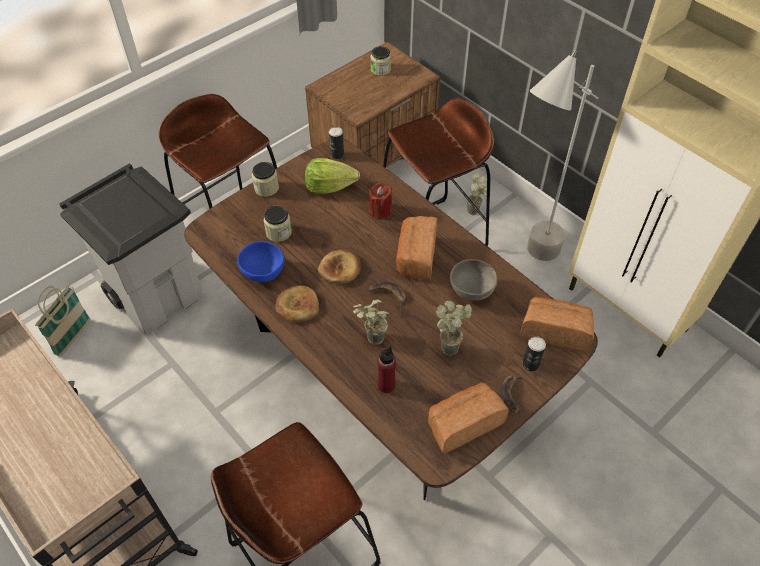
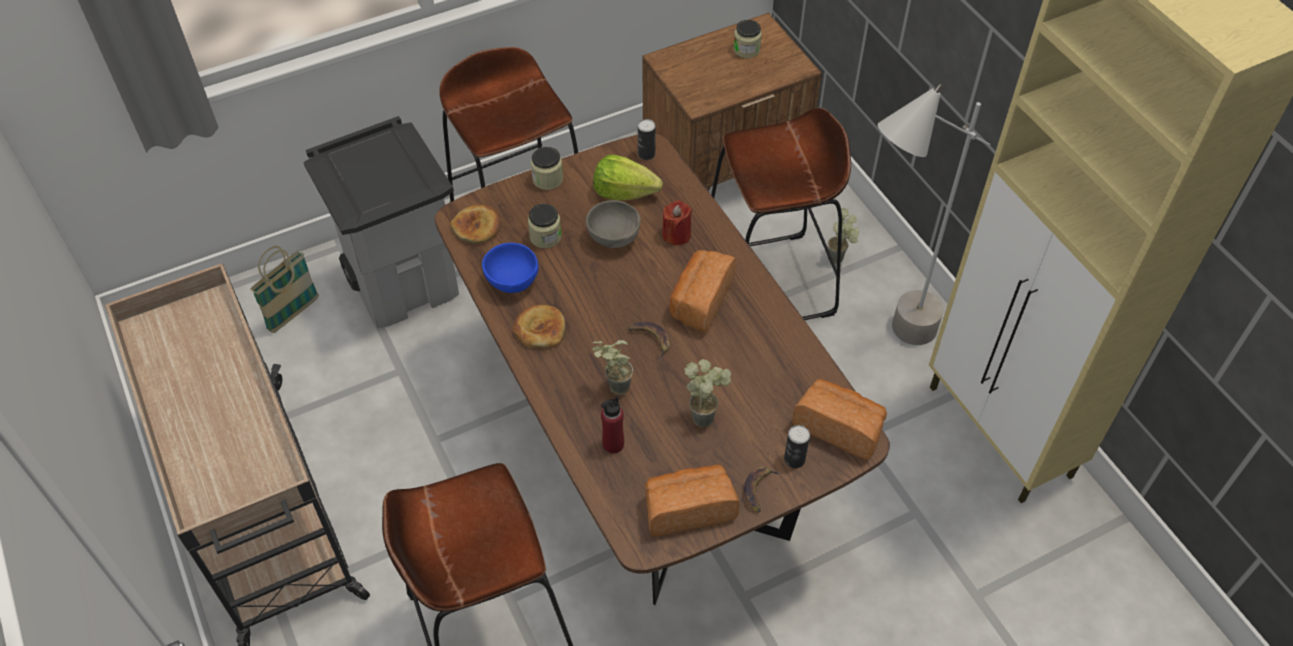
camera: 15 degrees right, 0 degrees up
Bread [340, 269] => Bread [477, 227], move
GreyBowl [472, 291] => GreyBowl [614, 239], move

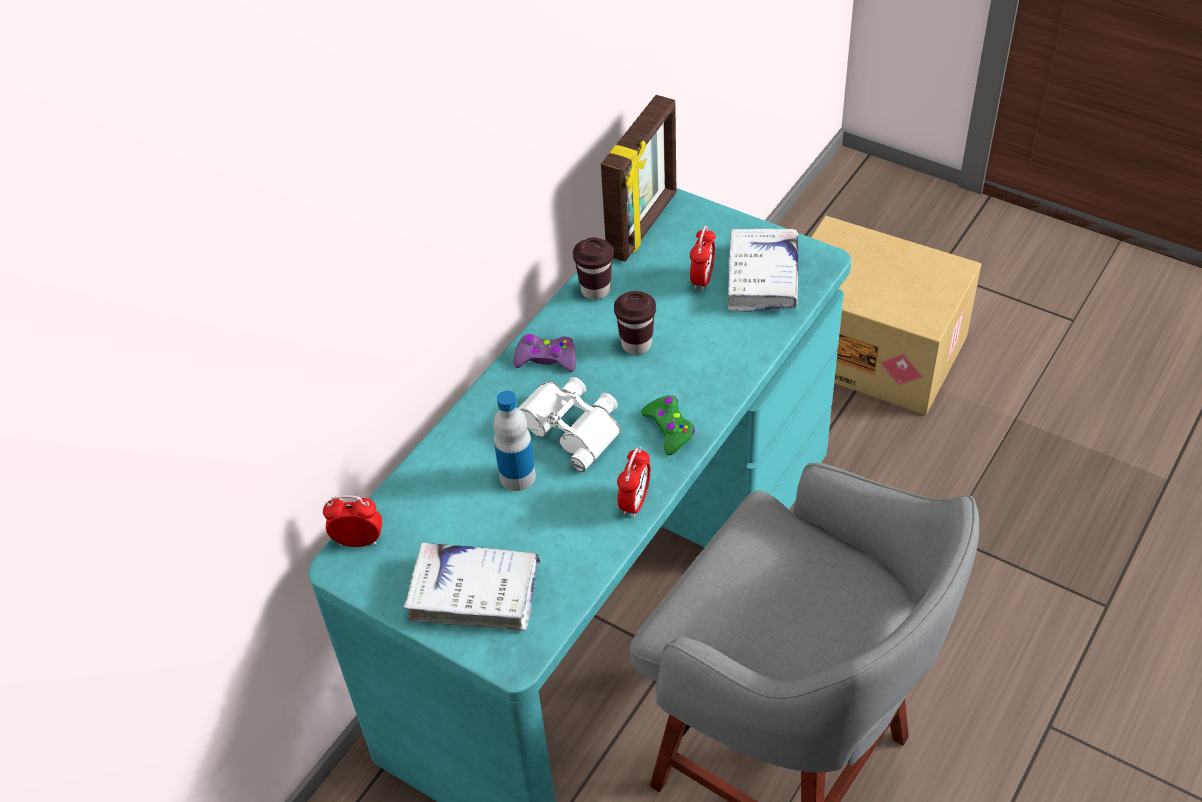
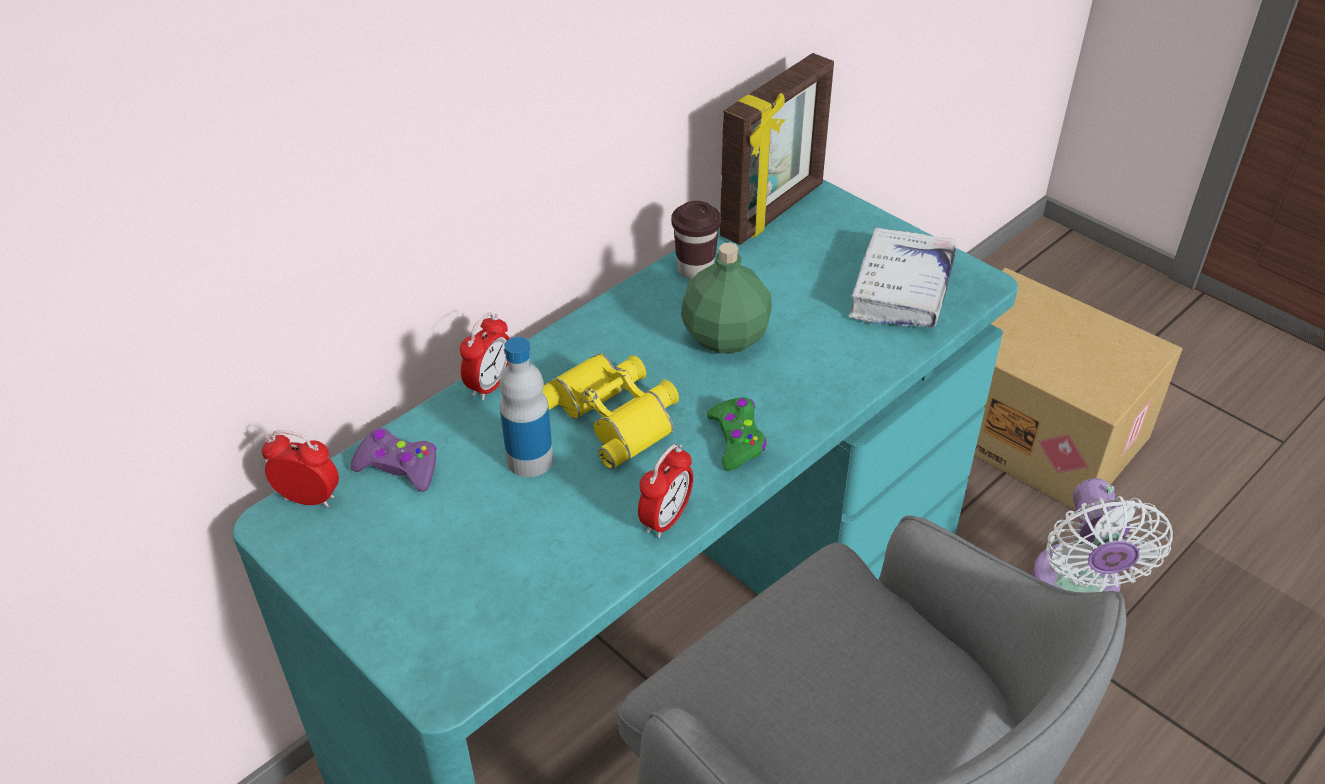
camera: 10 degrees right, 5 degrees down
PurpleGameController [546, 359] => PurpleGameController [398, 467], move
AlarmClock [702, 279] => AlarmClock [490, 385], move
WhiteBinoculars [570, 426] => YellowBinoculars [615, 413]
BrownCup [636, 344] => GreenBottle [725, 336]
nothing => WhiteFan [1078, 587]
WhiteBook [475, 593] => nothing

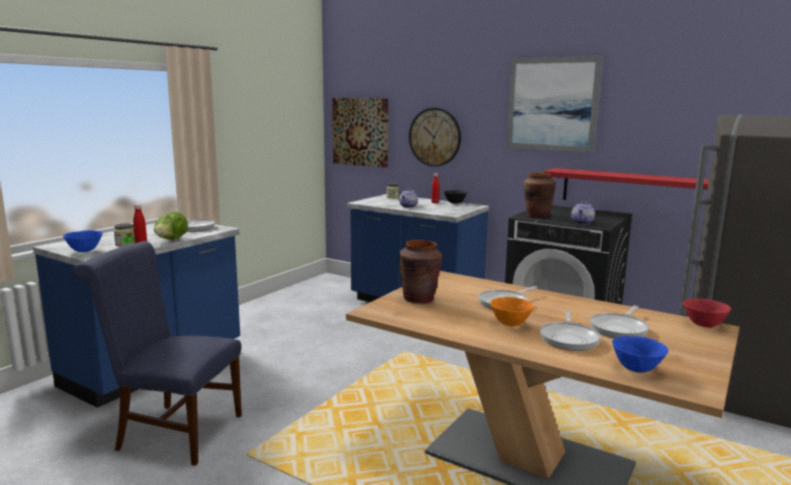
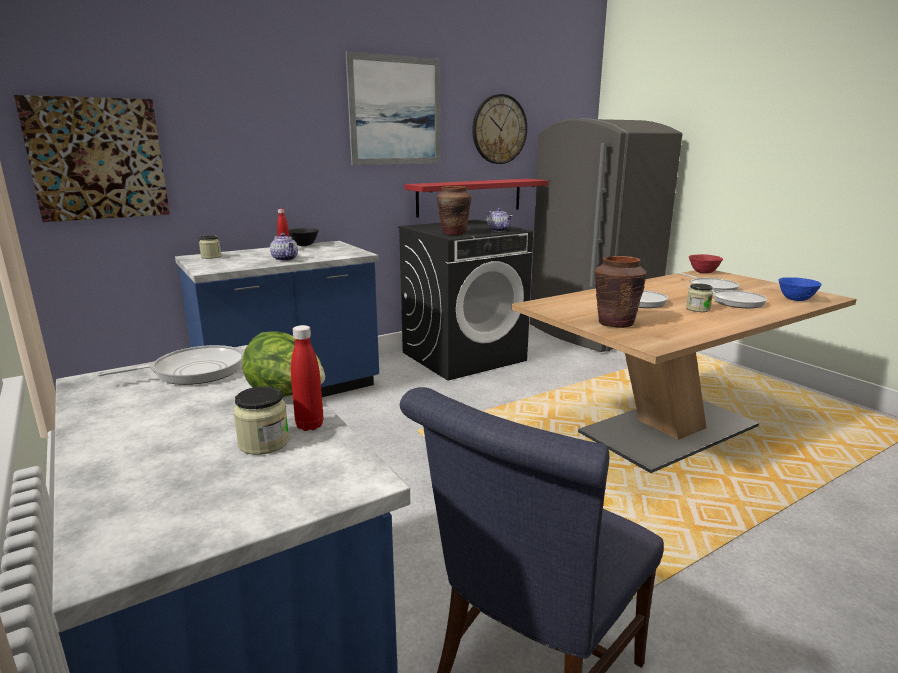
camera: 65 degrees left, 5 degrees up
WallClock [435, 137] => WallClock [499, 129], move
OrangeBowl [510, 324] => Jar [698, 309]
BlueBowl [85, 251] => nothing

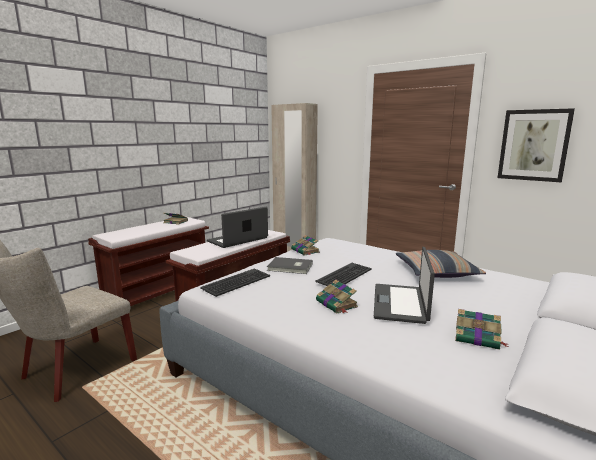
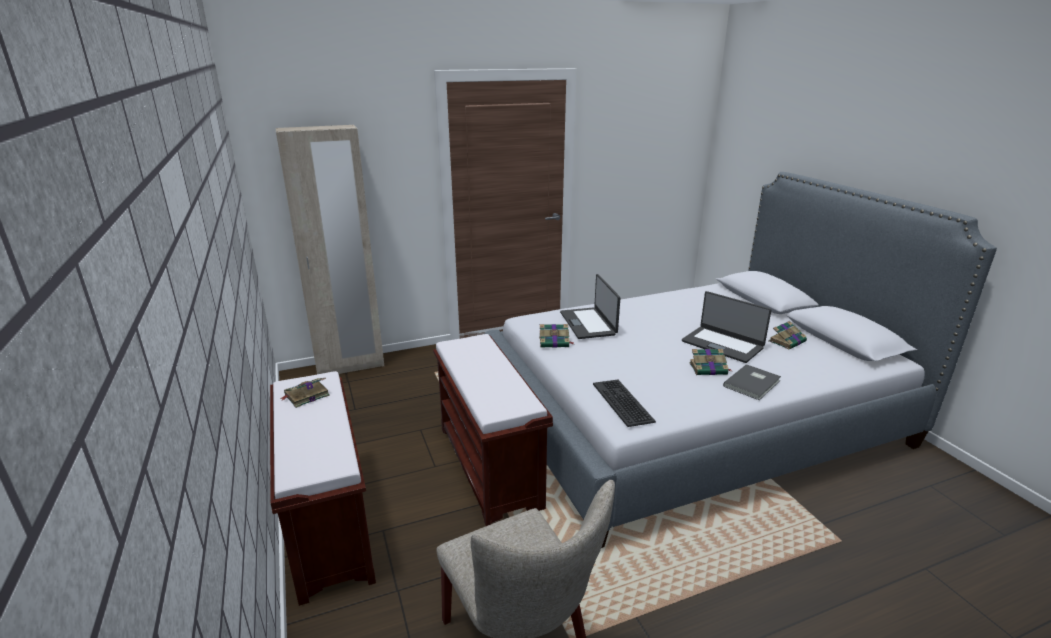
camera: 60 degrees left, 10 degrees up
Laptop [238, 240] => Laptop [588, 323], move
GreyBook [290, 267] => GreyBook [753, 383], move
Keyboard [345, 276] => nothing
Pillow [436, 272] => nothing
Picture [533, 145] => nothing

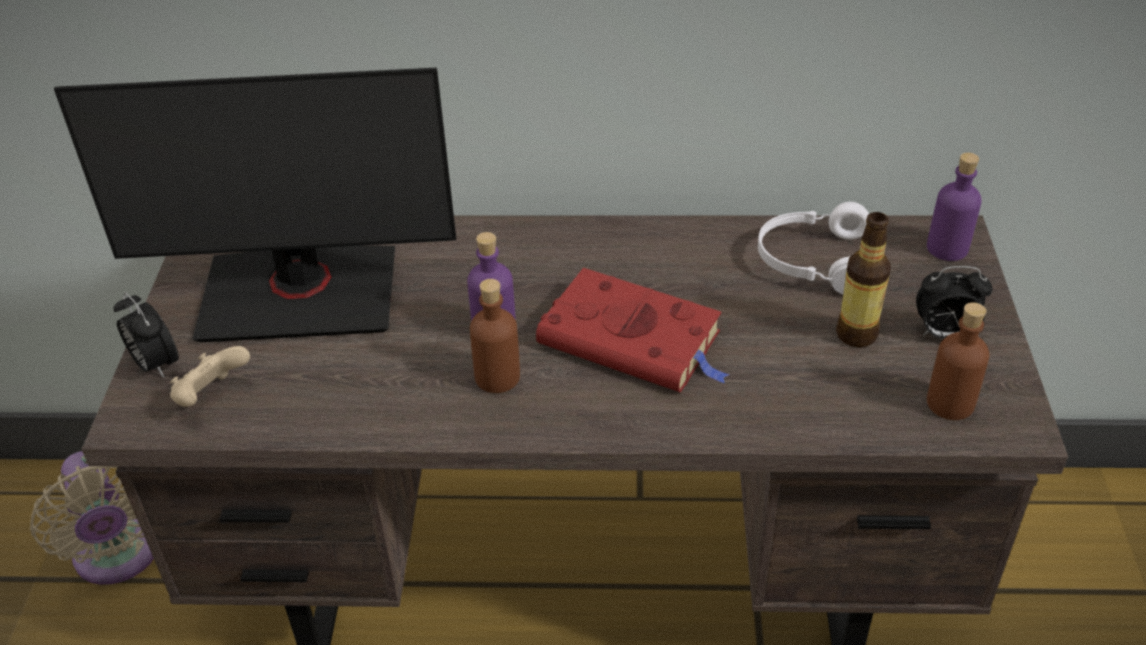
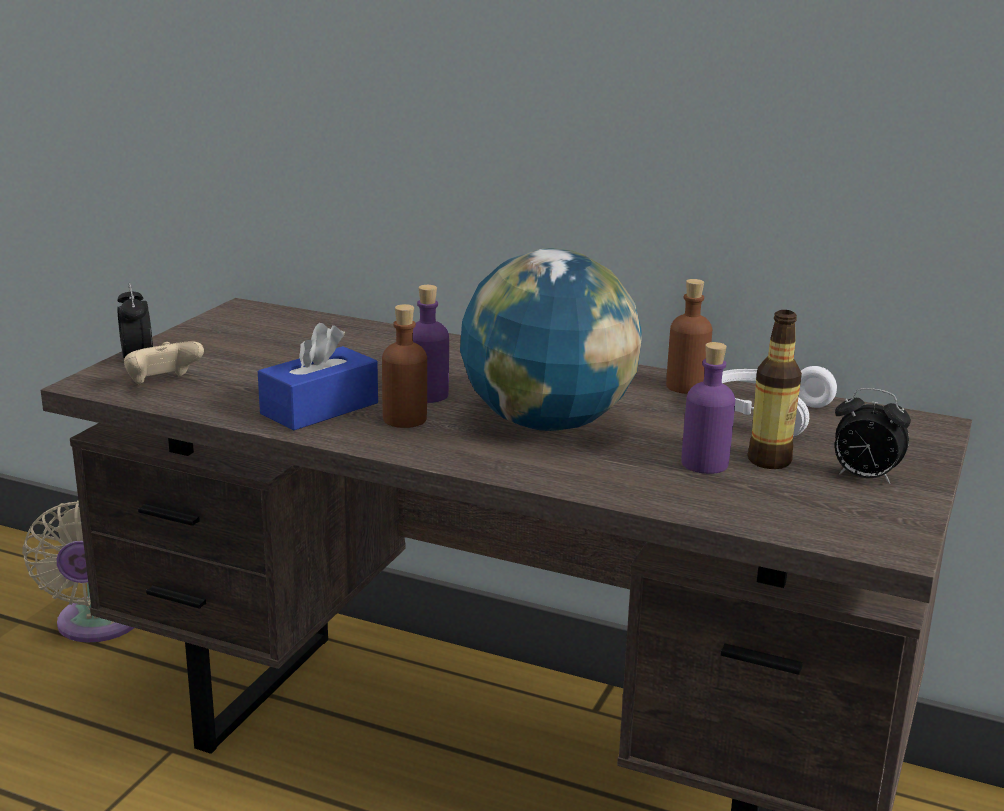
camera: 20 degrees right, 20 degrees down
nothing => BlueTissueBox [319, 408]
RedBook [634, 340] => Globe [547, 423]
BrownBottle [950, 403] => BrownBottle [686, 386], move
PurpleBottle [947, 248] => PurpleBottle [705, 464], move
Monitor [299, 293] => nothing

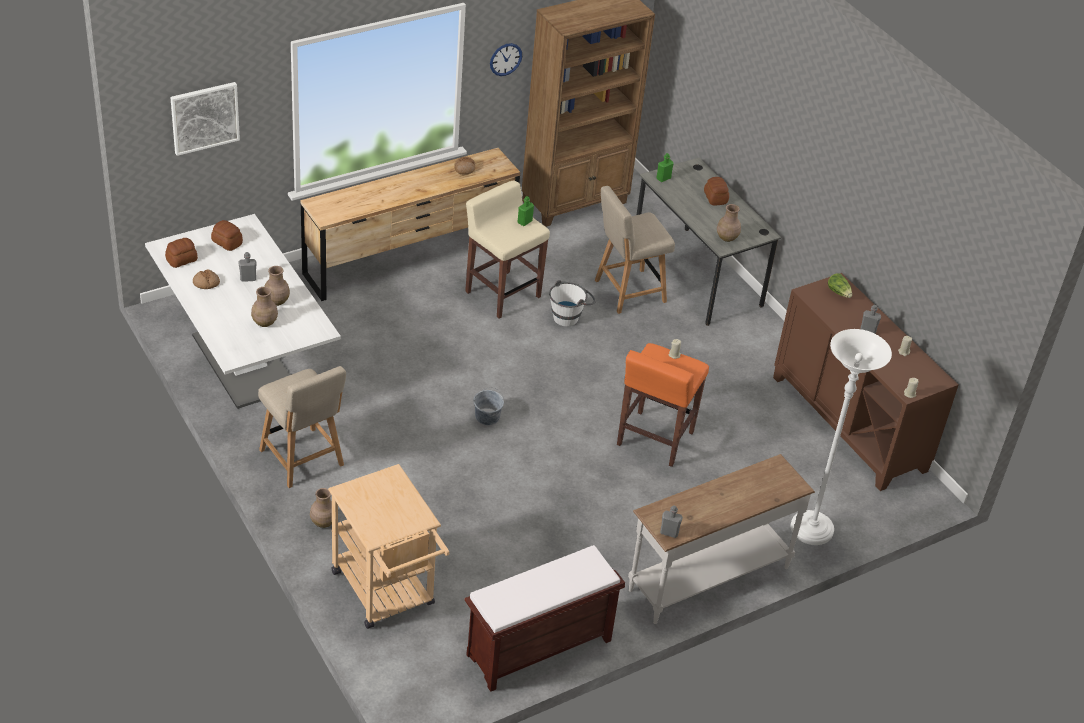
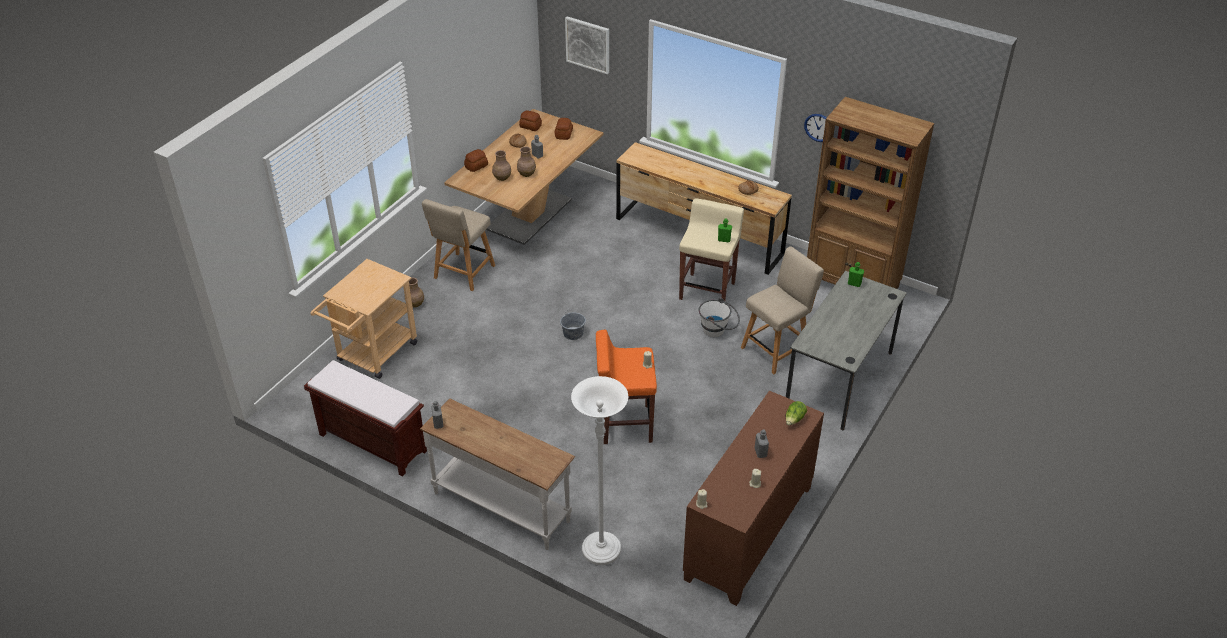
camera: 65 degrees right, 0 degrees up
WhiteDiningTable [244, 362] => BrownDiningTable [529, 214]
Bread [715, 198] => Bread [476, 166], move
BeigeChair [626, 292] => BeigeChair [777, 349], 105 degrees clockwise
BrownVase [727, 238] => nothing

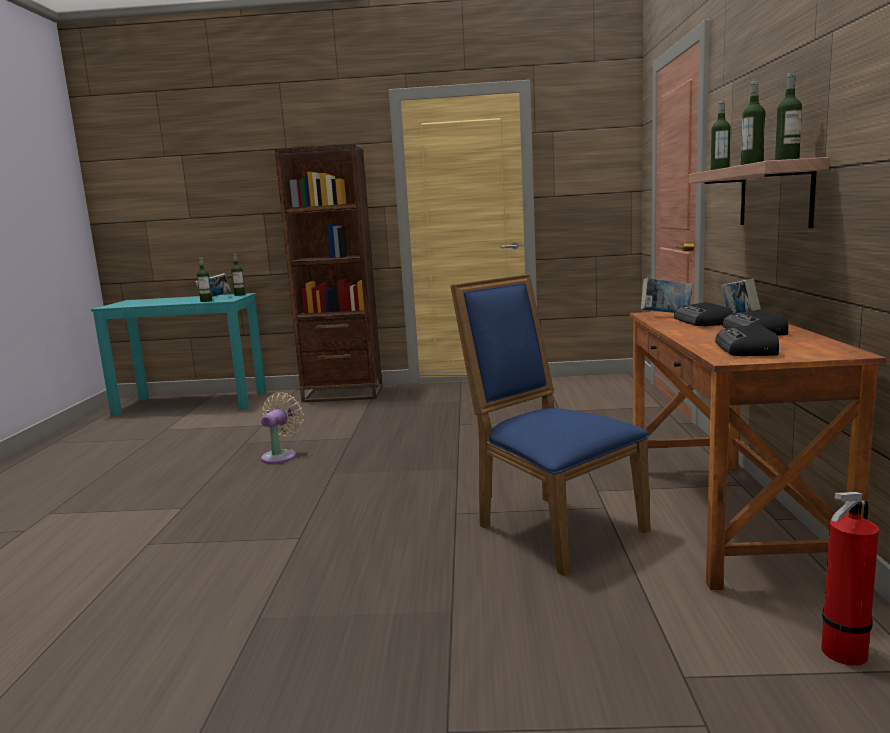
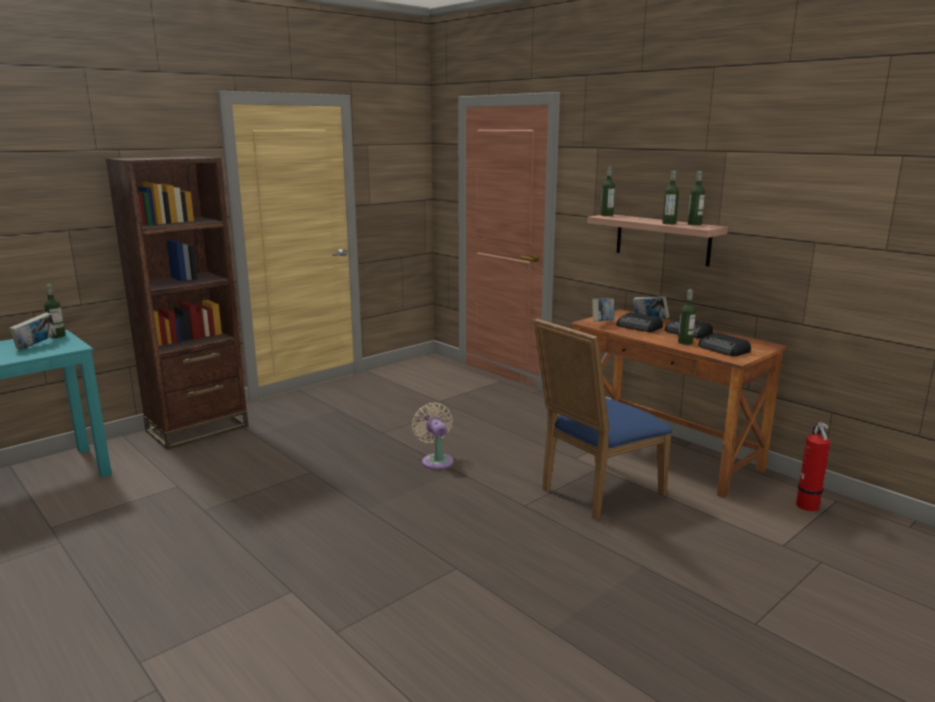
camera: 45 degrees left, 5 degrees up
BeigeFan [281, 456] => BeigeFan [436, 460], move
BlueChair [551, 527] => BlueChair [595, 492], 45 degrees counterclockwise
Bottle [206, 301] => Bottle [685, 342], move

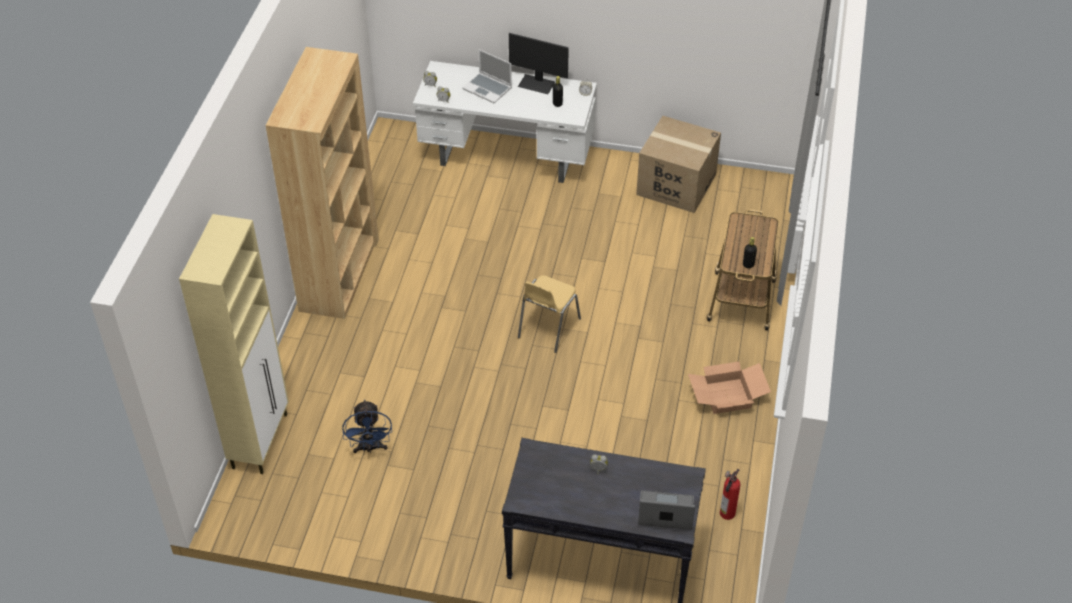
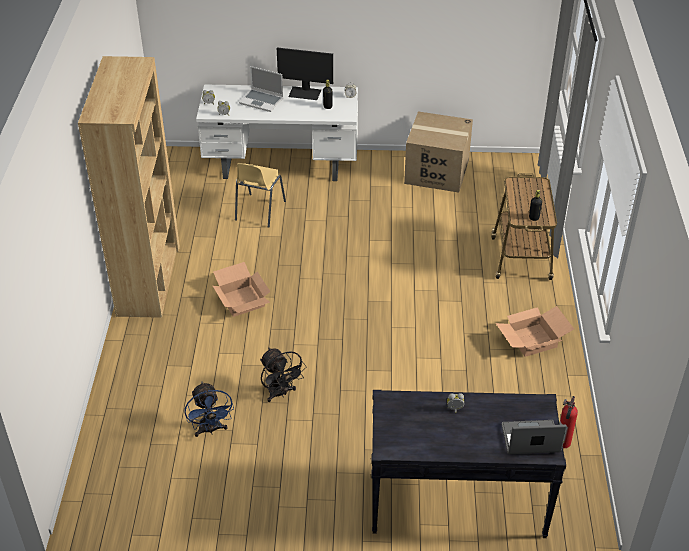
camera: 10 degrees left, 5 degrees down
nothing => CardboardBox [243, 300]
YellowChair [548, 328] => YellowChair [259, 211], move
nothing => BlackFan [280, 393]
BeigeCabinet [260, 440] => nothing

